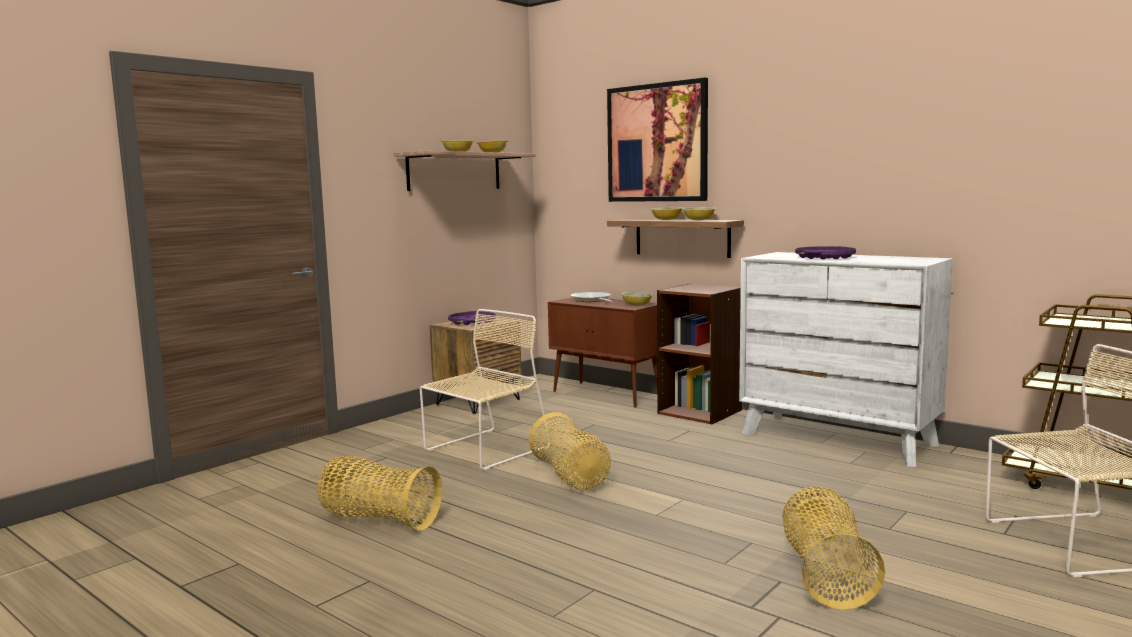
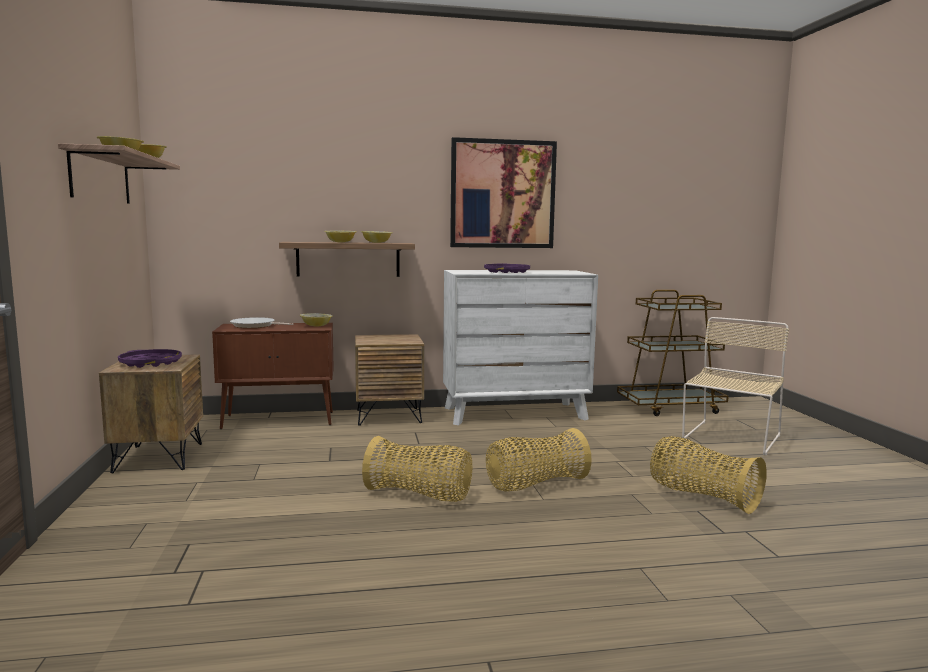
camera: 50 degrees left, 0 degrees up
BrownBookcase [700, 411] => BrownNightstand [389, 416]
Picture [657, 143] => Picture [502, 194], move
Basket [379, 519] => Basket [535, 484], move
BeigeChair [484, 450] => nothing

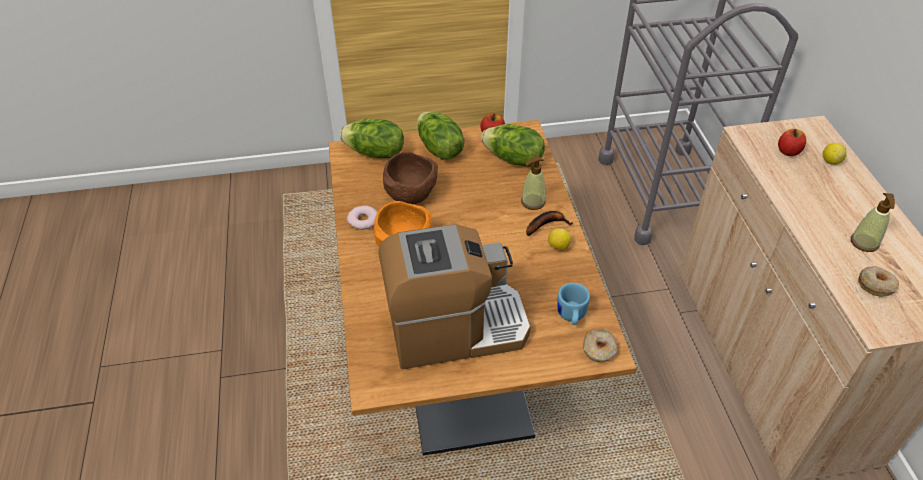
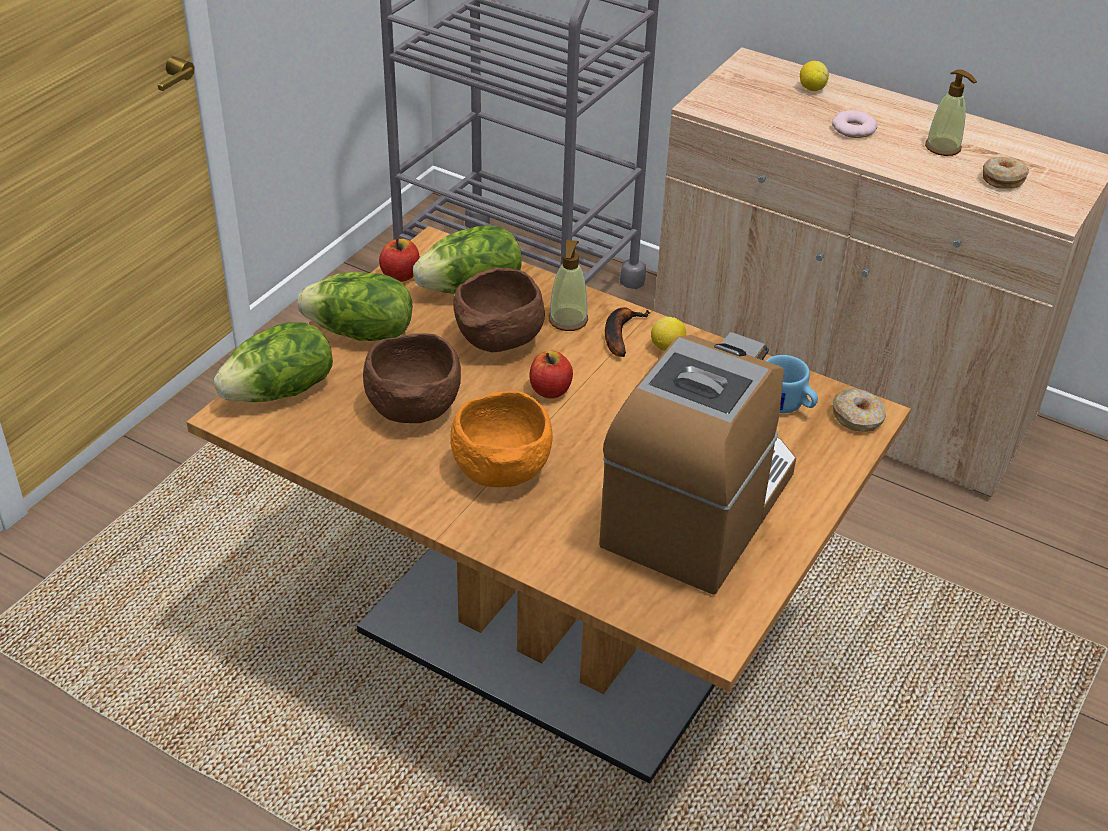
camera: 50 degrees left, 5 degrees down
nothing => BrownBowl [498, 342]
Apple [788, 151] => Apple [550, 390], move
Donut [363, 220] => Donut [853, 129], move

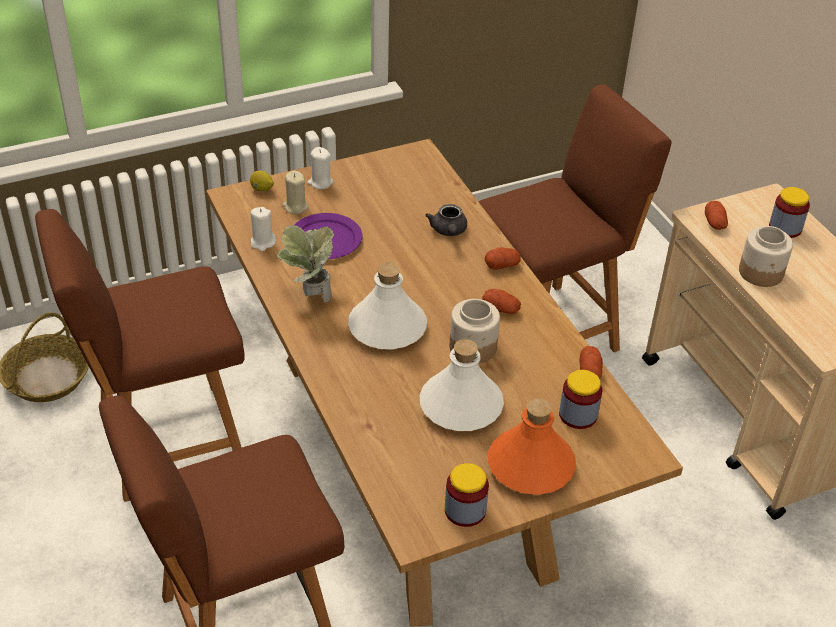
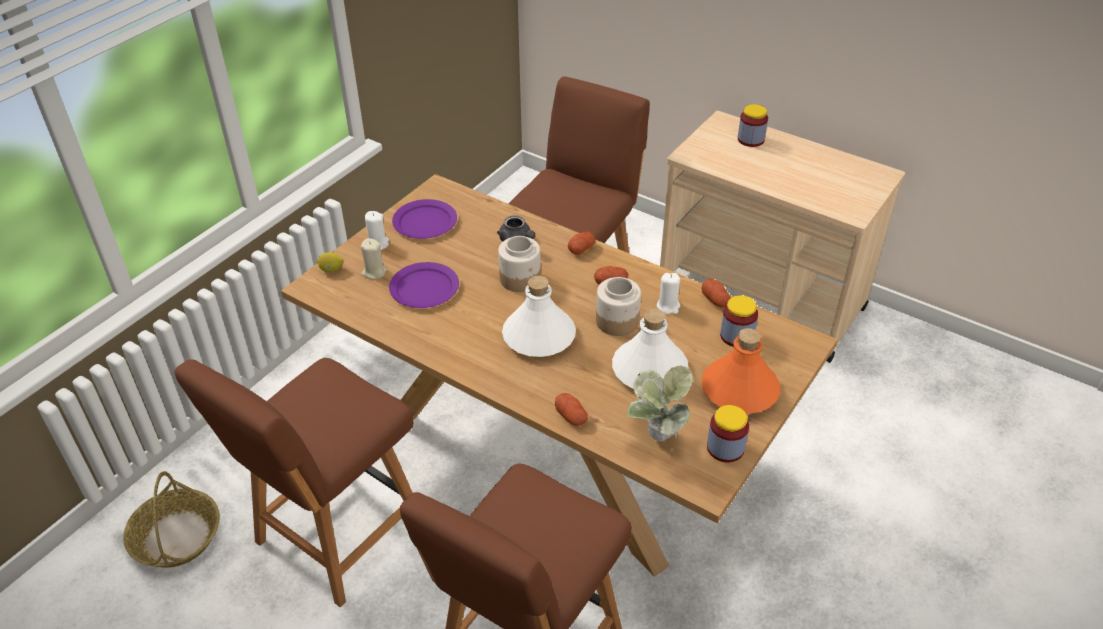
camera: 30 degrees left, 0 degrees up
nothing => PurplePlate [425, 221]
Jar [761, 273] => Jar [520, 279], move
Potato [714, 223] => Potato [571, 416], move
PottedPlant [310, 296] => PottedPlant [656, 440], move
WhiteCandle [263, 242] => WhiteCandle [668, 306], move

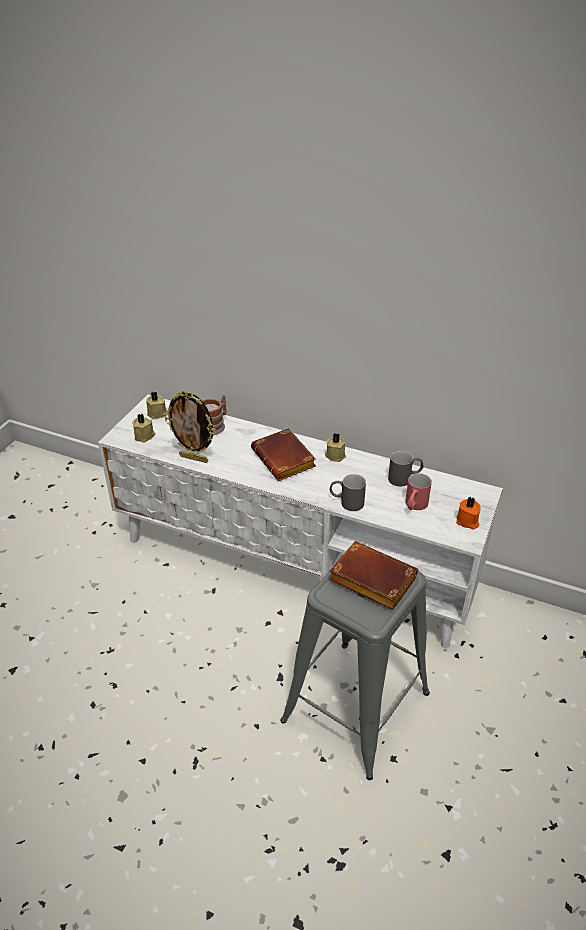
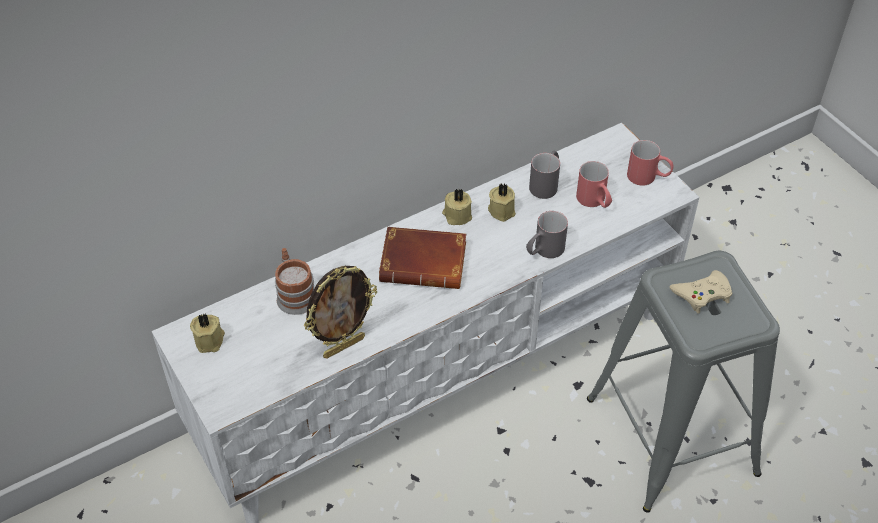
camera: 55 degrees left, 10 degrees up
BeigeCandle [145, 436] => BeigeCandle [502, 210], move
OrangeCandle [467, 522] => RedMug [648, 177]
BrownBook [369, 580] => BeigeGameController [702, 294]

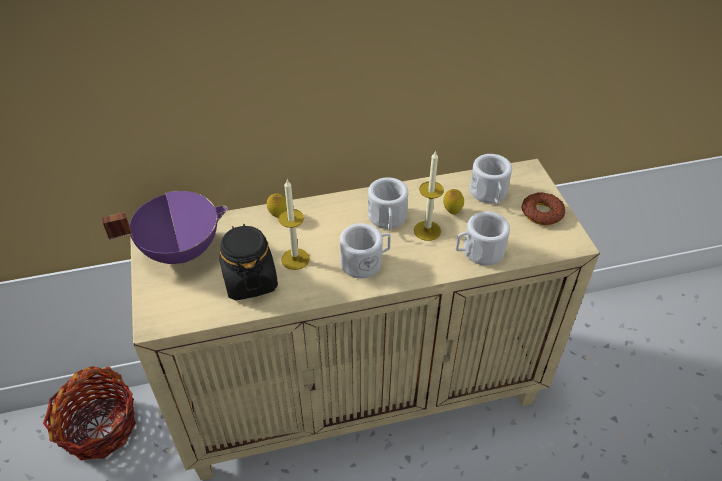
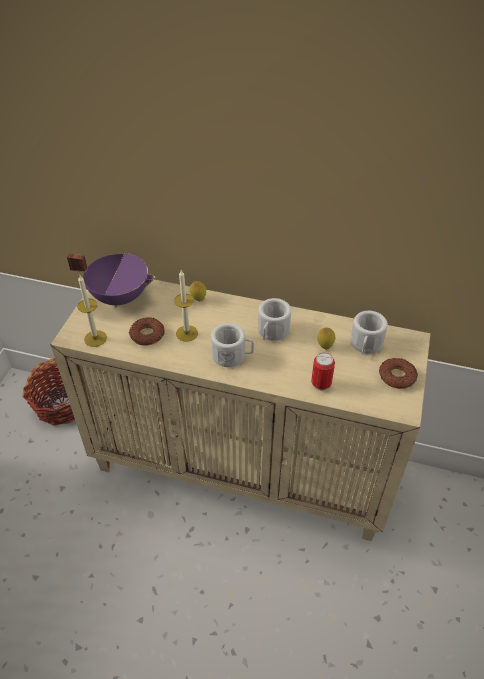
camera: 30 degrees right, 0 degrees up
Candle [427, 230] => Candle [95, 338], move
BlackJar [250, 280] => Donut [147, 335]
WhiteMug [478, 252] => Can [321, 384]

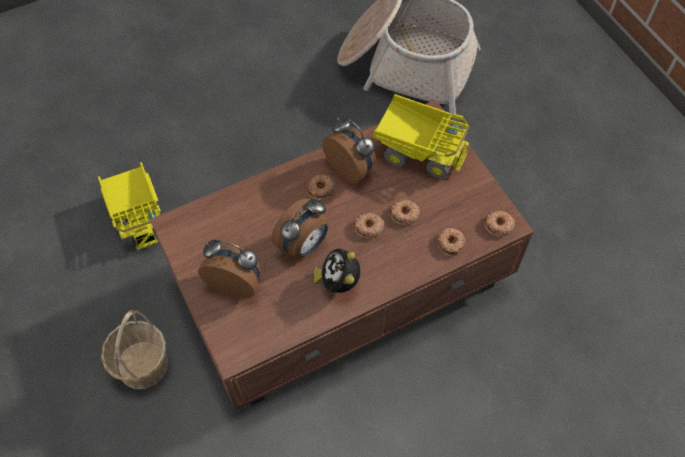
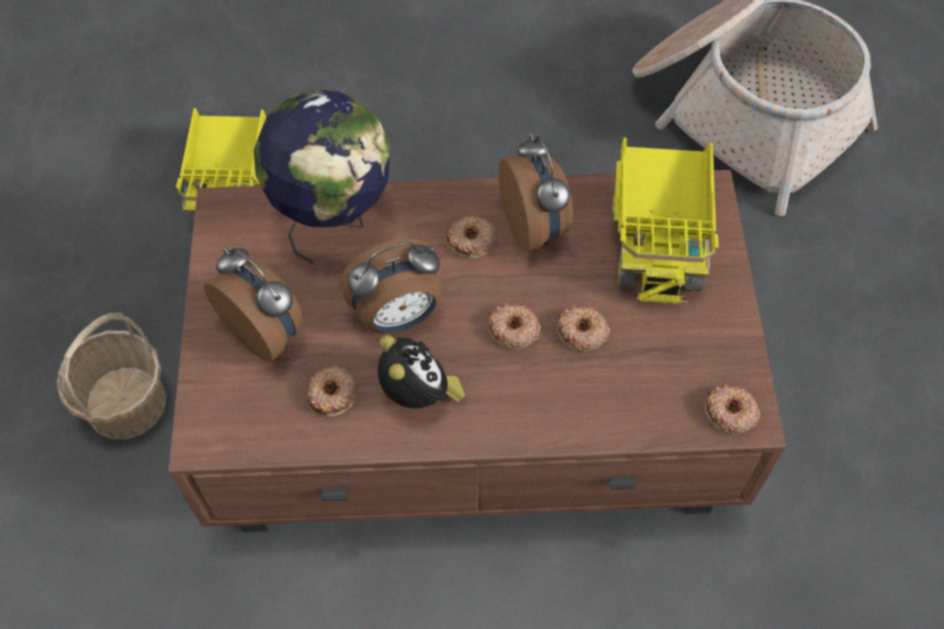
camera: 25 degrees right, 0 degrees up
nothing => Globe [334, 220]
Donut [451, 243] => Donut [333, 394], move
AlarmClock [338, 282] => AlarmClock [419, 395], 135 degrees clockwise
ToyTruck [418, 150] => ToyTruck [658, 239], 45 degrees clockwise

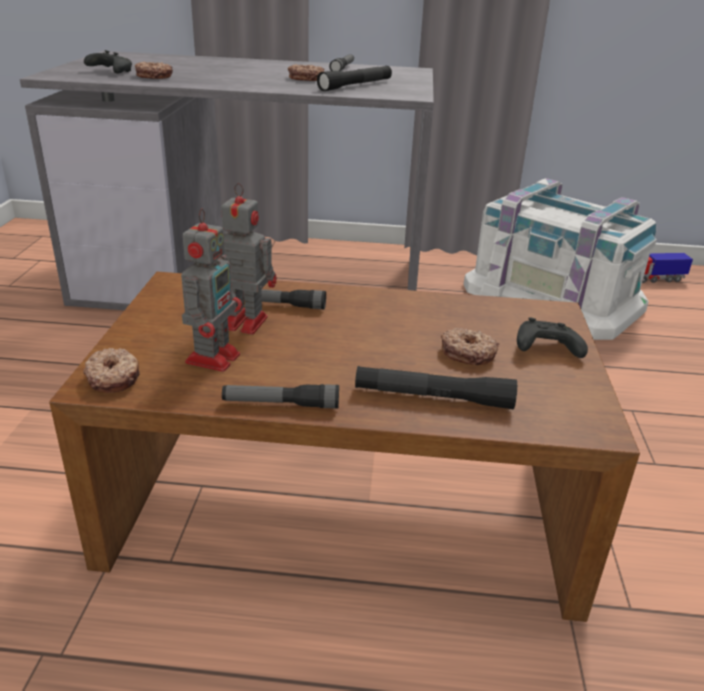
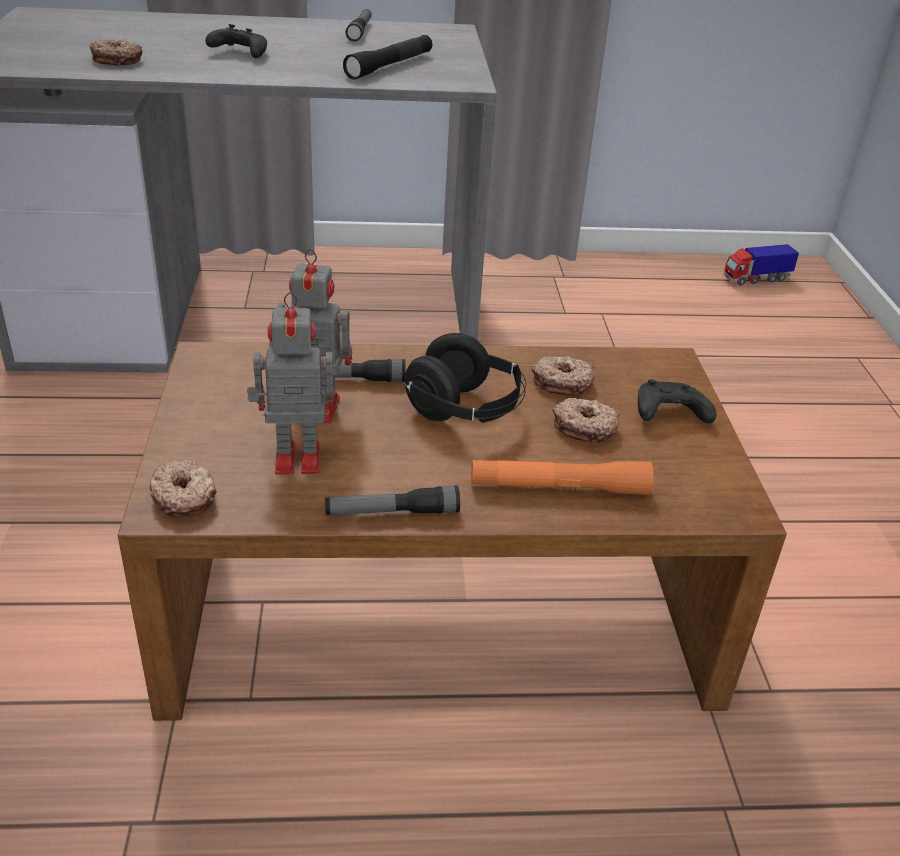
camera: 10 degrees left, 5 degrees up
BlackGameController [110, 71] => BlackGameController [239, 53], move
ToyRobot [214, 357] => ToyRobot [294, 458], 105 degrees counterclockwise
nothing => BlackHeadphones [465, 410]
BlackFlashlight [433, 397] => OrangeFlashlight [559, 488]
Donut [306, 78] => Donut [562, 382], move
WhiteStorageBox [552, 297] => nothing

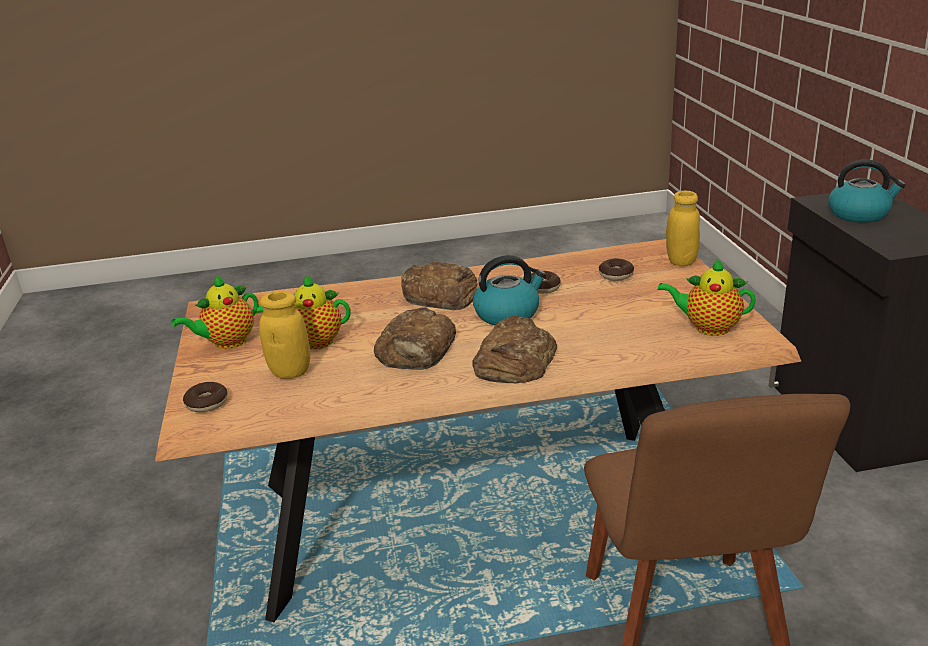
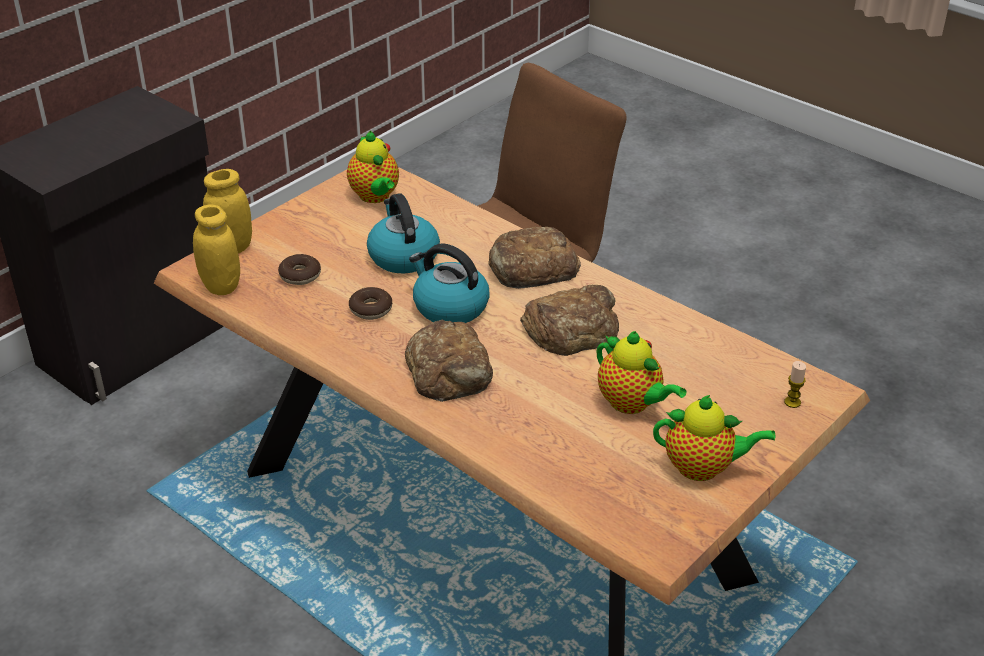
camera: 130 degrees left, 10 degrees up
YellowJar [290, 372] => YellowJar [221, 286], move
Kettle [859, 214] => Kettle [403, 256], move
Donut [207, 403] => Candle [792, 402]

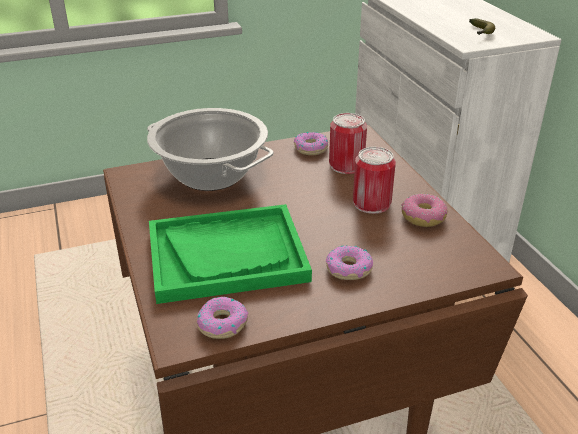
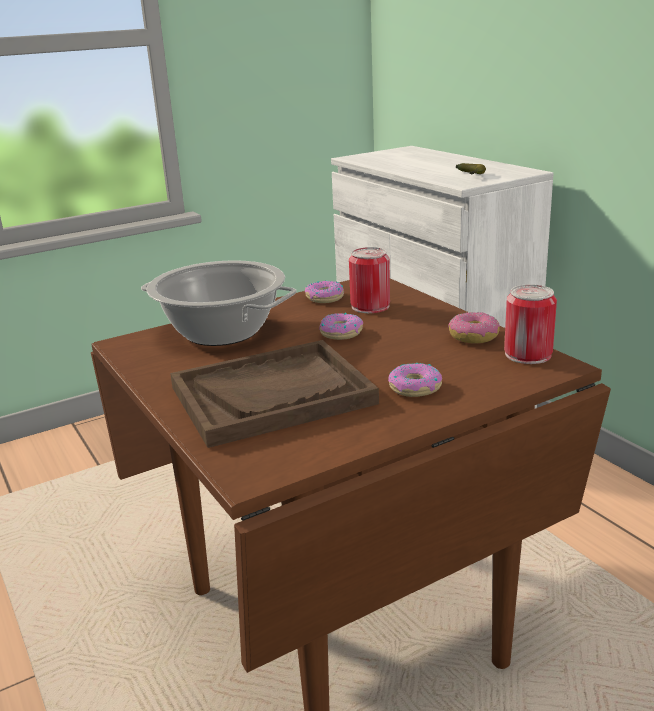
camera: 10 degrees left, 10 degrees down
GreenTray [227, 255] => BrownTray [272, 395]
Donut [222, 323] => Donut [341, 333], move
Can [371, 203] => Can [528, 354], move

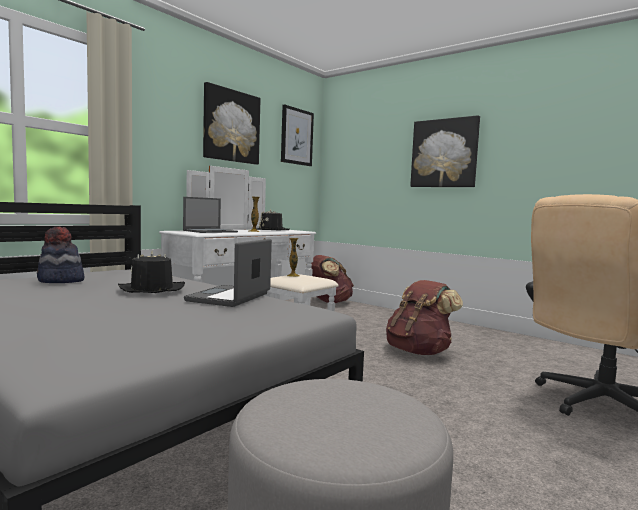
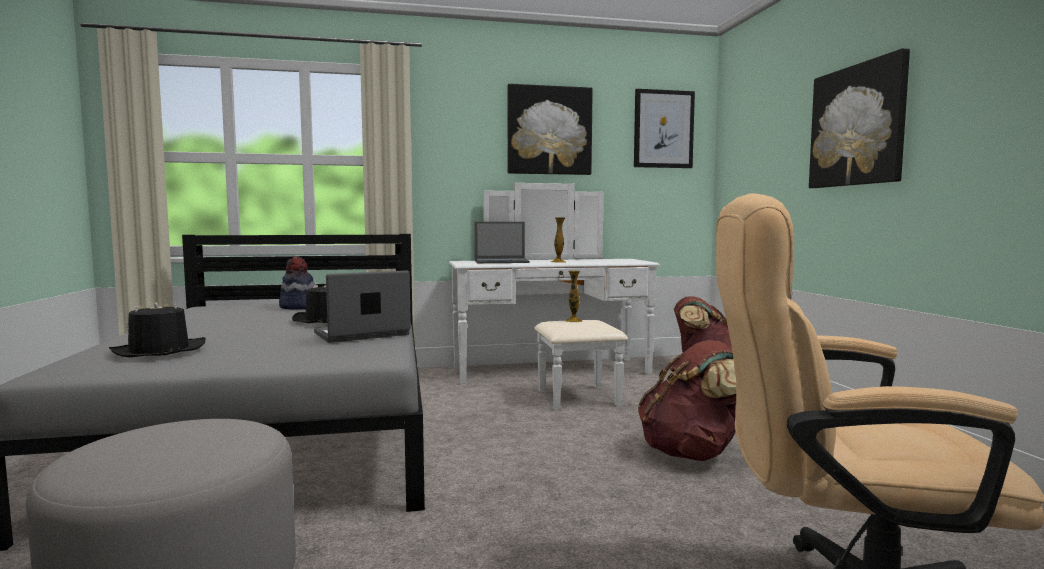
camera: 40 degrees right, 0 degrees up
BlackHat [271, 230] => BlackHat [159, 351], move

